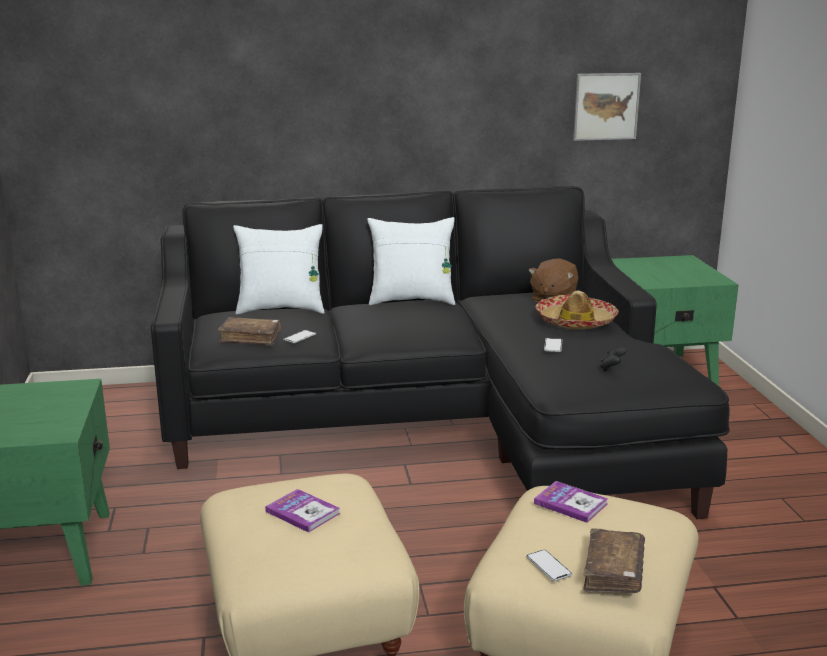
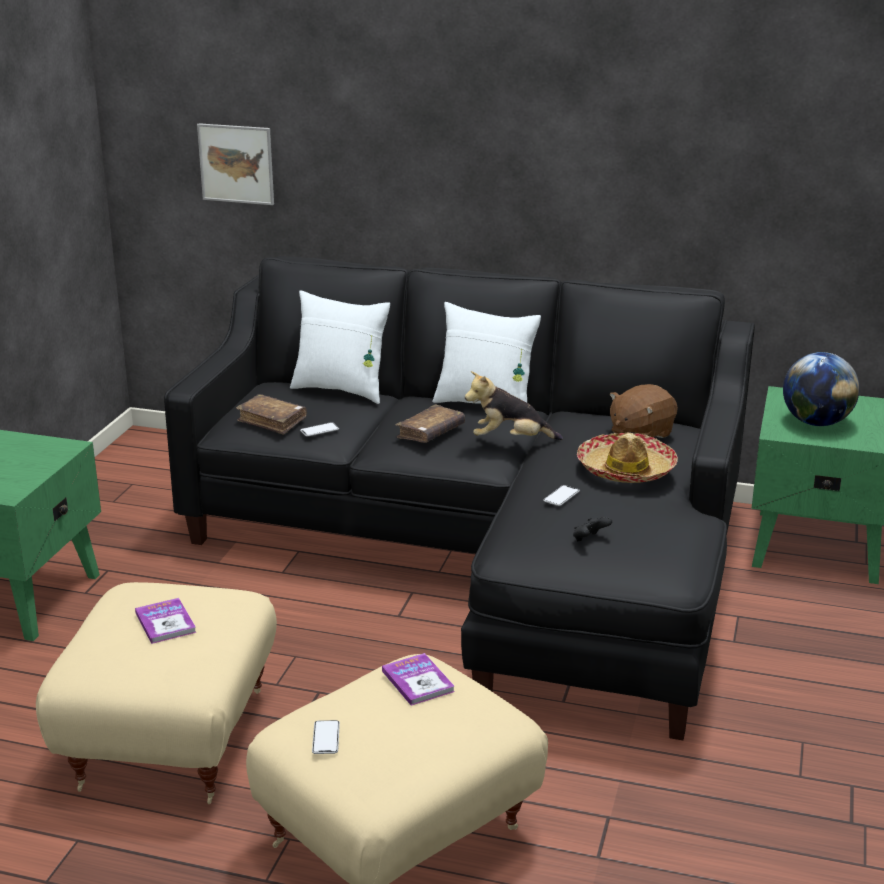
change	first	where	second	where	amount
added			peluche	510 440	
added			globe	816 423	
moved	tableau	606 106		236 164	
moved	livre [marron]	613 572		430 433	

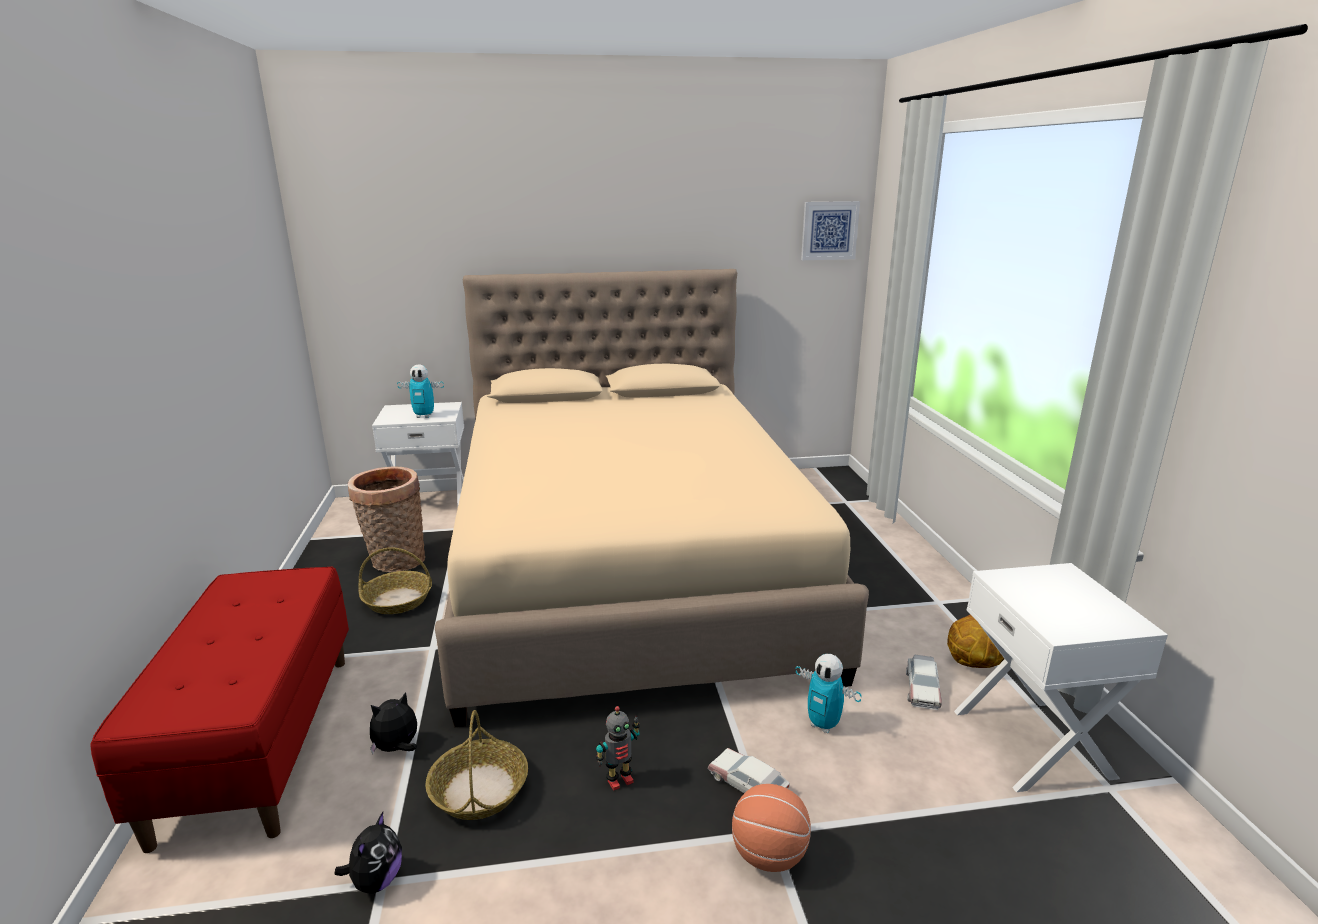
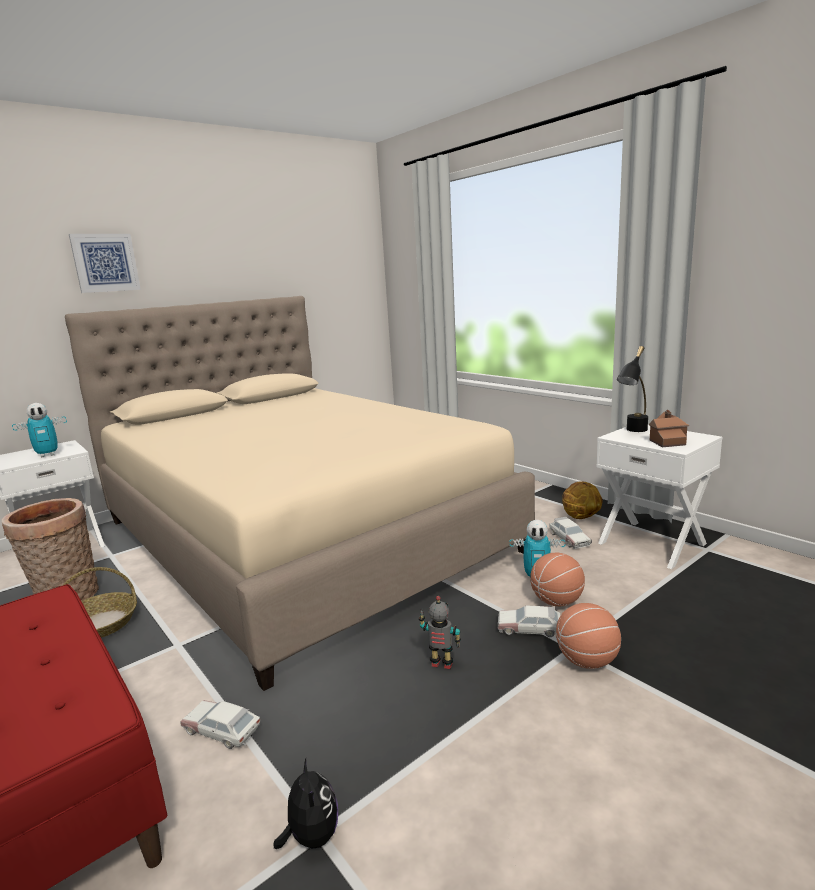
change	first	where	second	where	amount
removed	panier	479 789			
added			ballon de basket	557 601	
added			lampe de table [noir]	633 431	
added			maison miniature	666 440	
moved	tableau	829 230		105 263	
replaced	peluche	397 748	petite voiture	222 730	
turned	robot jouet	619 780		441 665	105 degrees counterclockwise

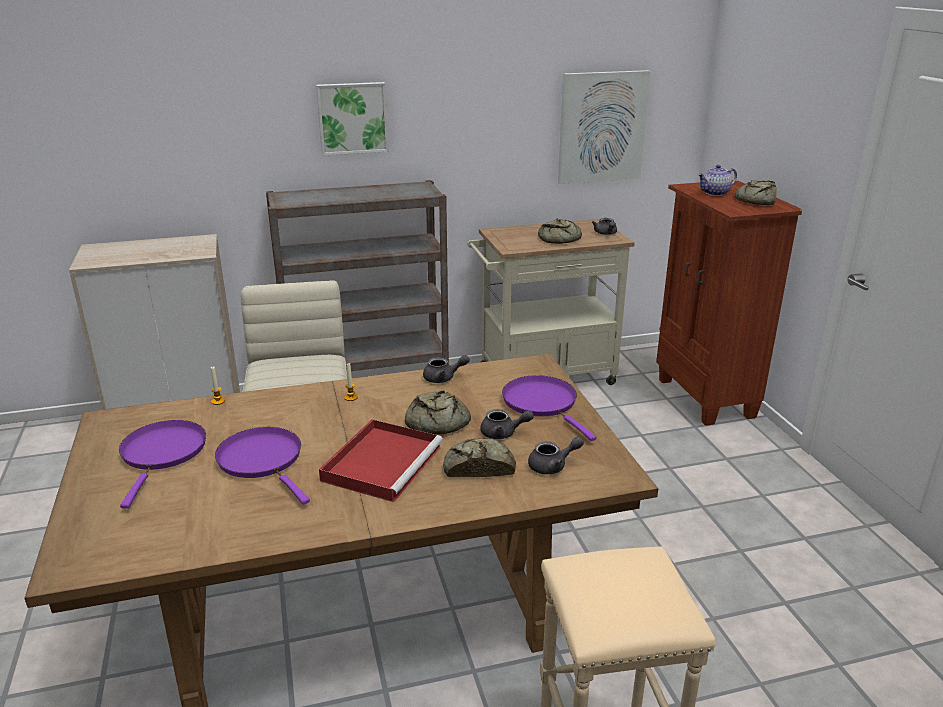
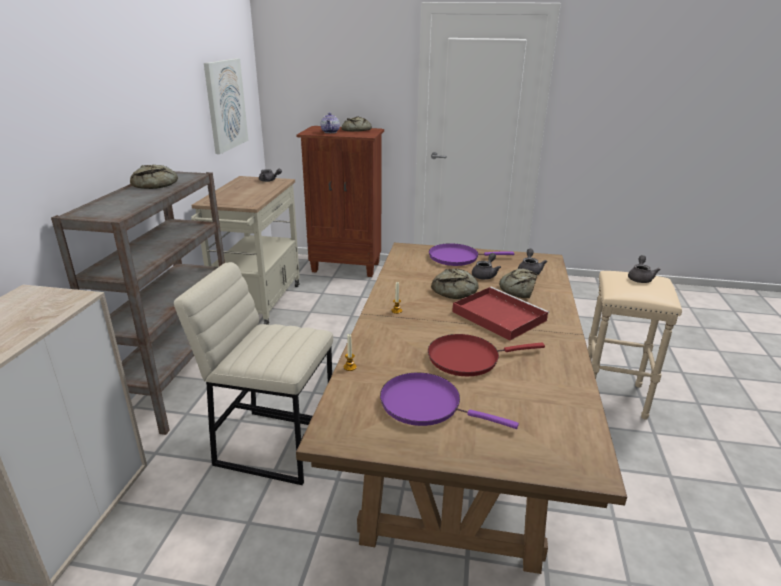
change	first	where	second	where	amount
removed	tableau	352 118			
moved	théière [gris]	443 378		640 278	
moved	pain	560 239		157 184	
recoloured	poêle [violet]	263 460	poêle [rouge]	468 358	

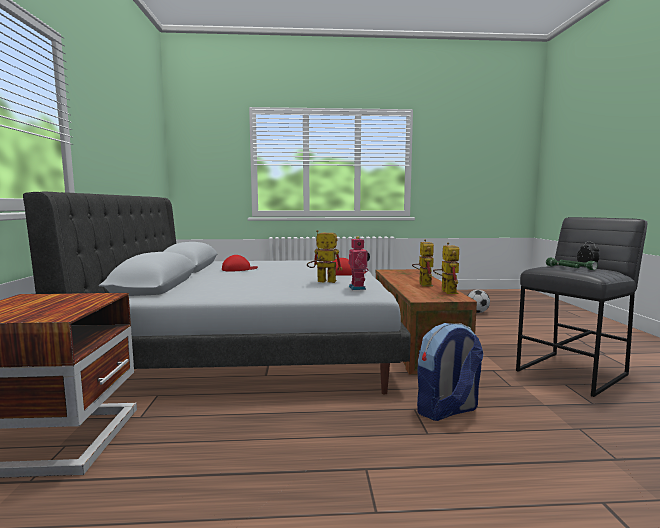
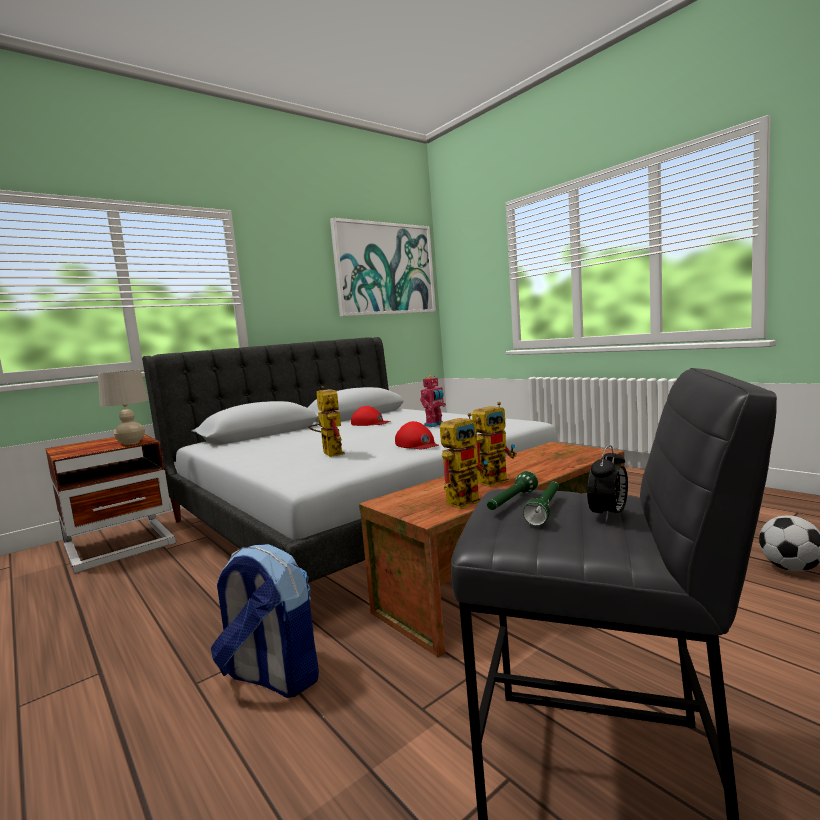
change	first	where	second	where	amount
added			lampe de table [beige]	131 443	
added			tableau	385 269	
moved	robot jouet	358 288		435 425	

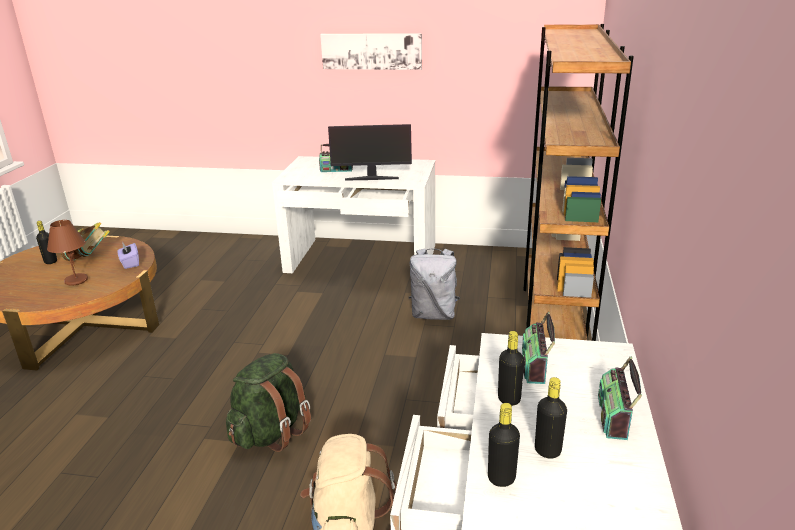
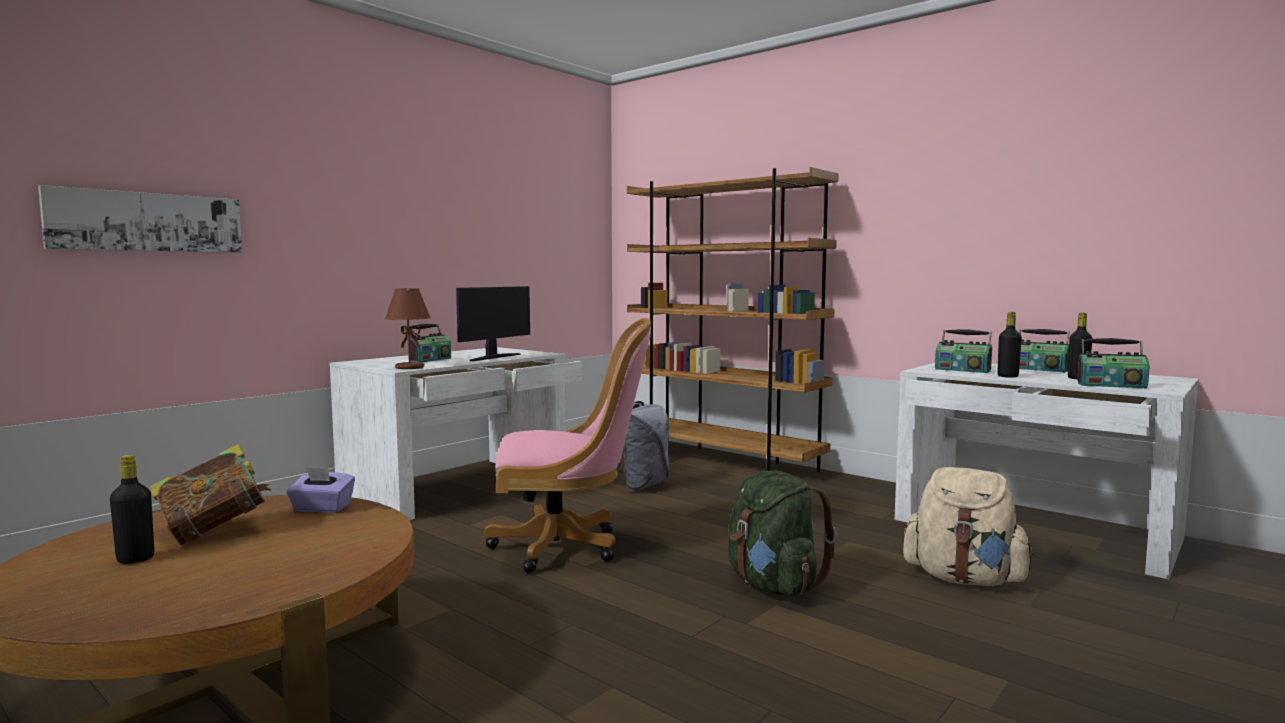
change	first	where	second	where	amount
added			chaise de bureau [rose]	568 547	
moved	lampe de table [marron]	75 280		409 367	
moved	tableau	371 51		147 222	
replaced	bouteille [noir]	501 478	radio	1111 385	

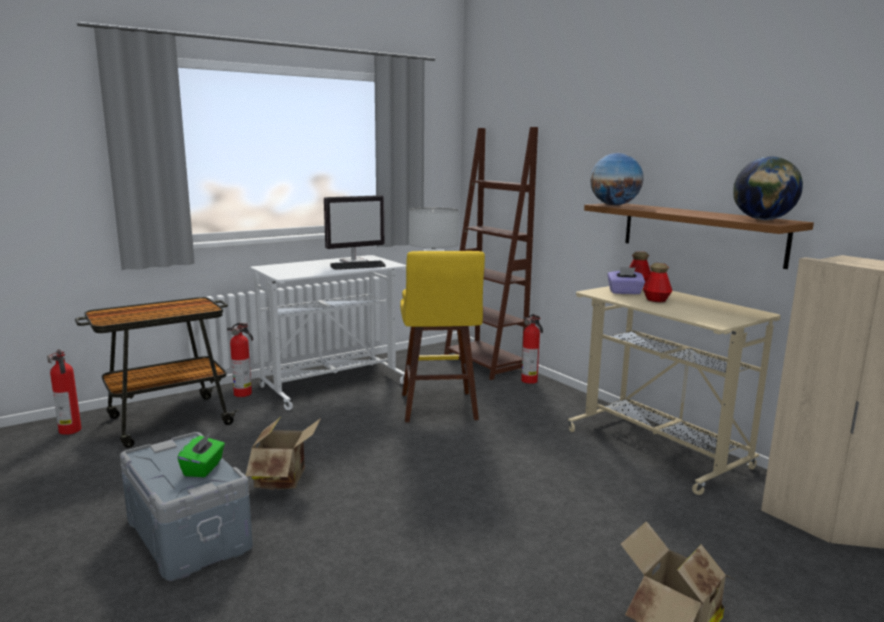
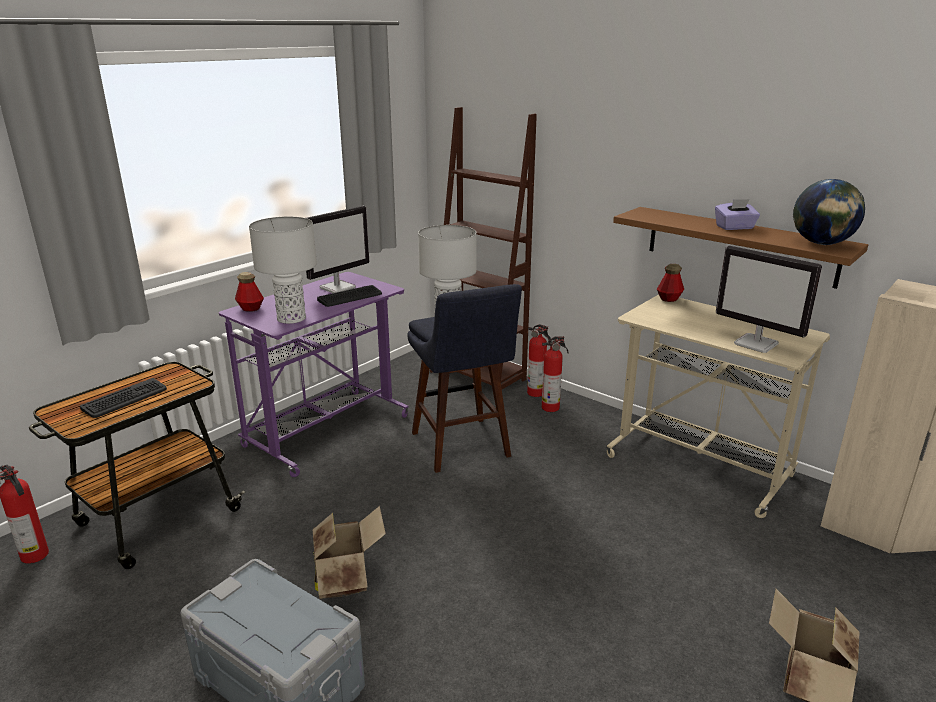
change	first	where	second	where	amount
removed	boîte à mouchoirs [vert]	203 468			
removed	globe	614 205			
added			clavier	125 399	
added			lampe de table [blanc]	291 318	
added			écran d'ordinateur	757 344	
moved	extincteur	244 394		551 407	
moved	boîte à mouchoirs [violet]	625 292		735 227	
moved	bouteille	656 300		250 308	
recoloured	bureau [blanc]	333 385	bureau [violet]	327 430	
recoloured	tabouret [jaune]	439 409	tabouret [bleu]	462 448	

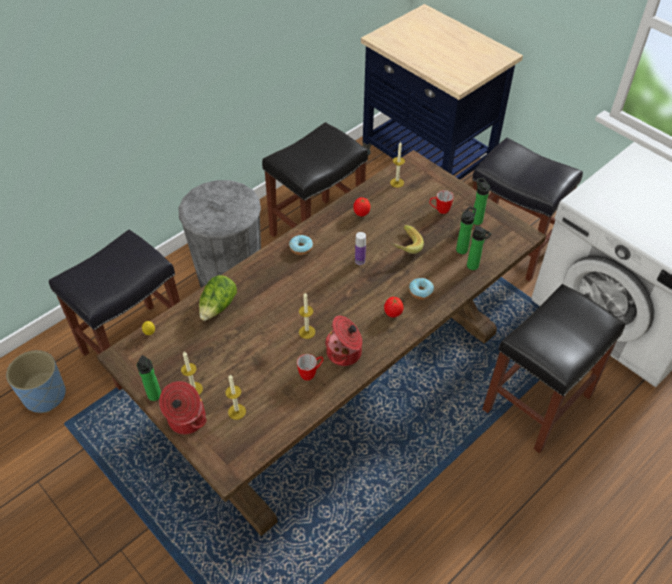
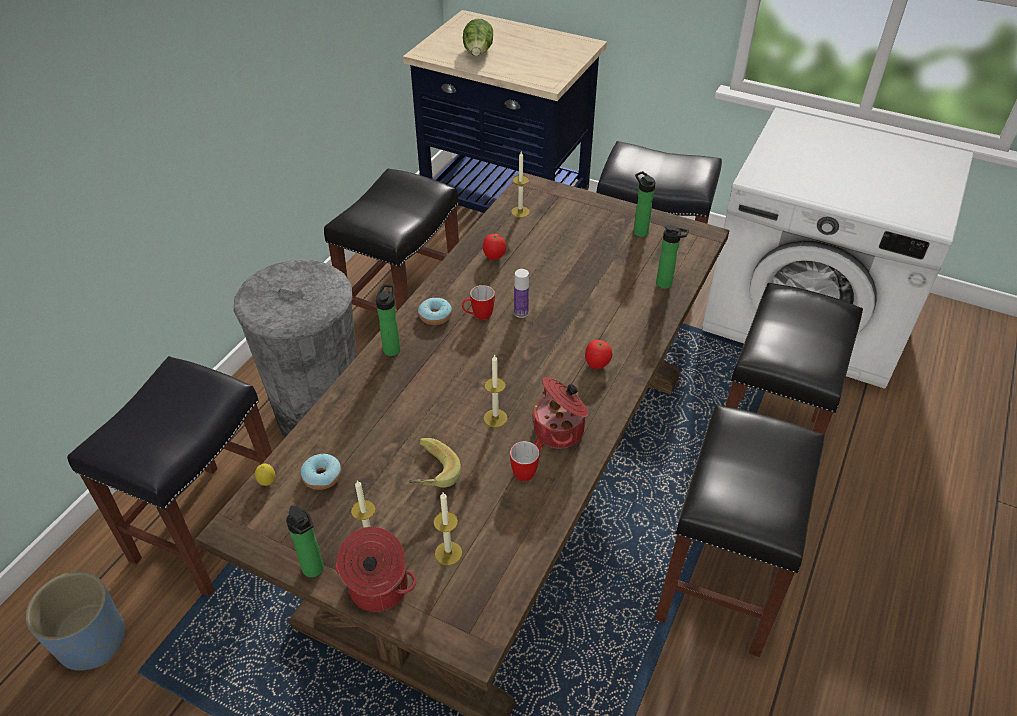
change	first	where	second	where	amount
added			tabouret [noir]	721 583	
moved	laitue	218 307		478 53	
moved	banane	403 246		428 476	
moved	beignet	421 292		322 476	
moved	mug	439 210		478 316	
moved	bouteille	462 248		392 348	

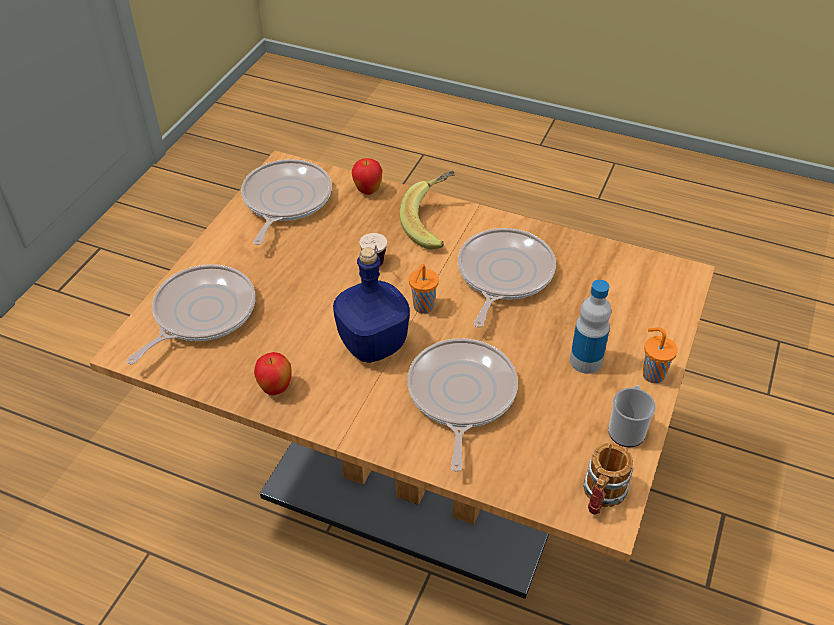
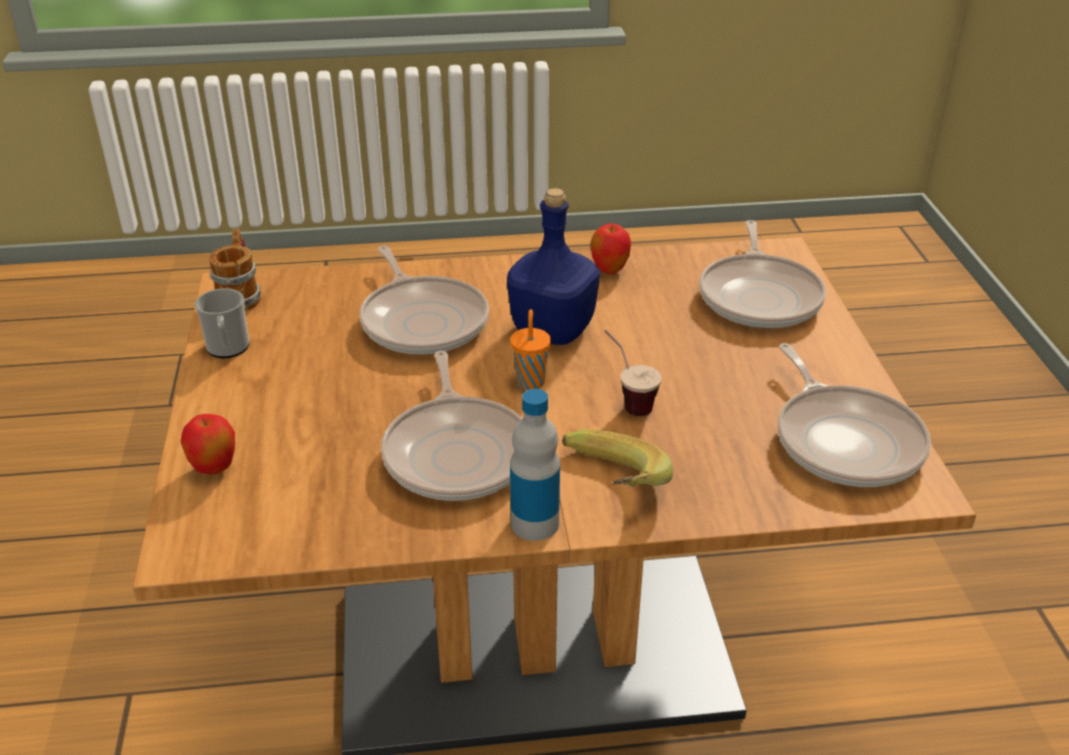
change	first	where	second	where	amount
removed	tasse [orange]	652 374			
moved	pomme	368 191		214 469	
moved	bouteille	586 361		535 523	

